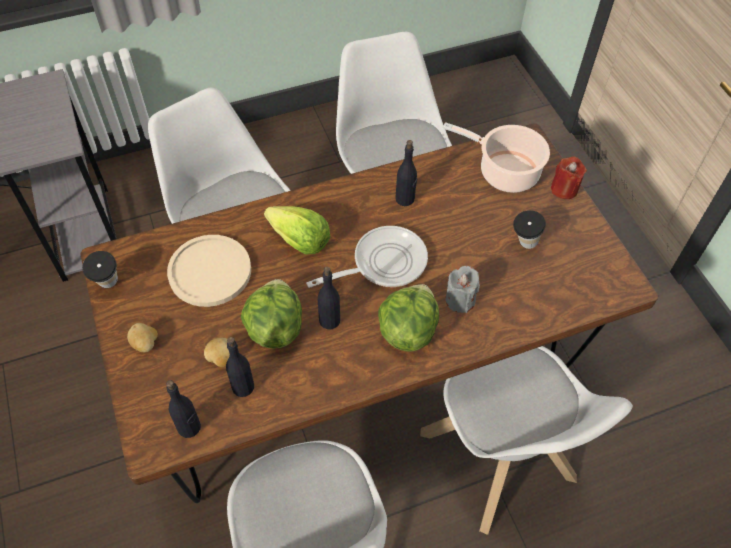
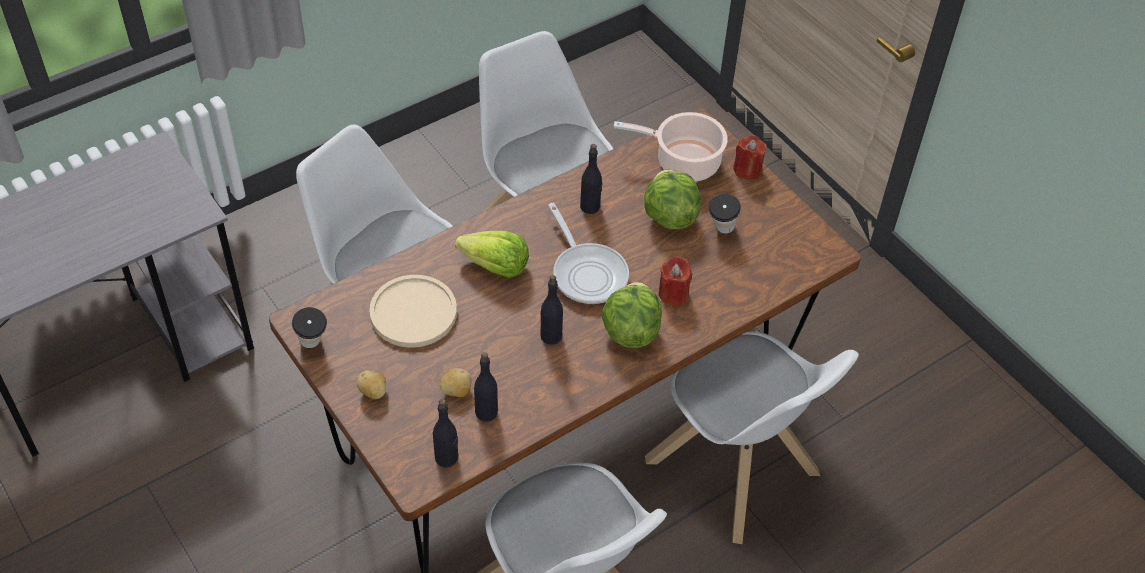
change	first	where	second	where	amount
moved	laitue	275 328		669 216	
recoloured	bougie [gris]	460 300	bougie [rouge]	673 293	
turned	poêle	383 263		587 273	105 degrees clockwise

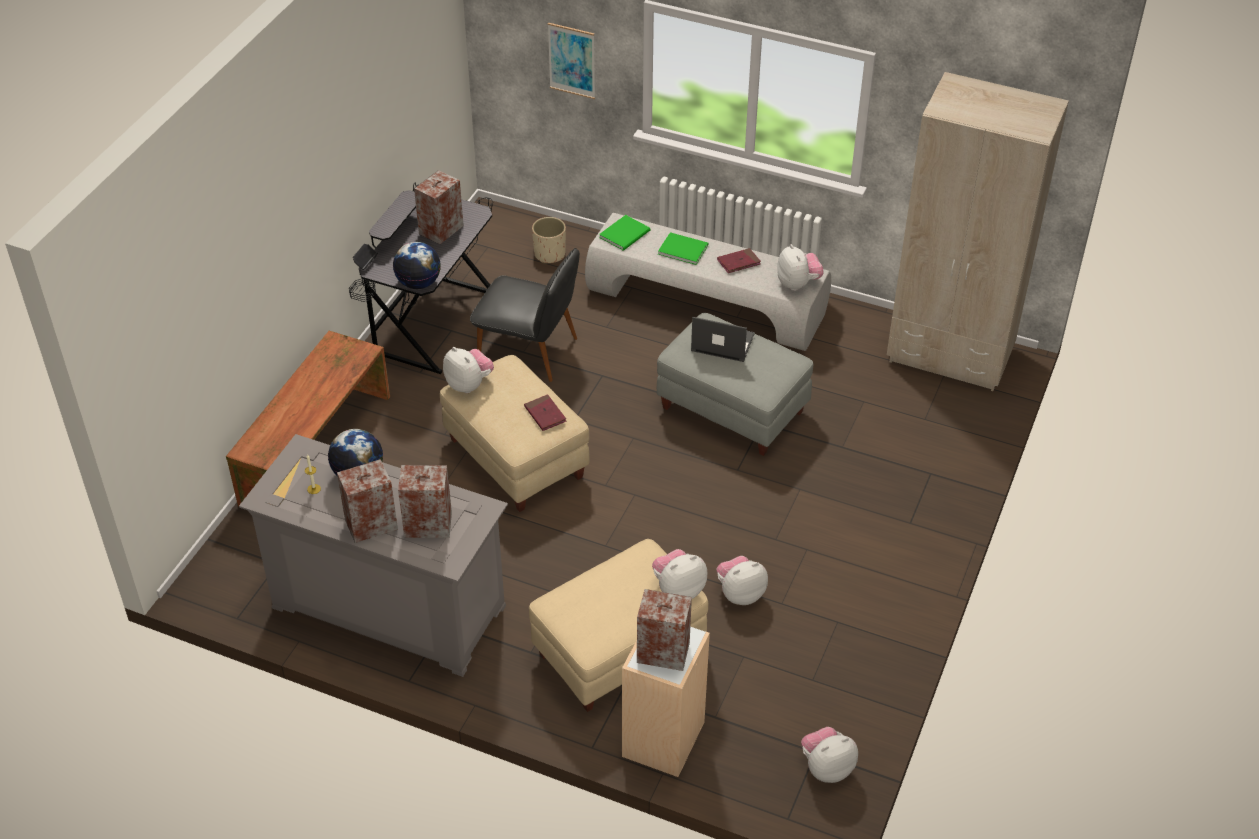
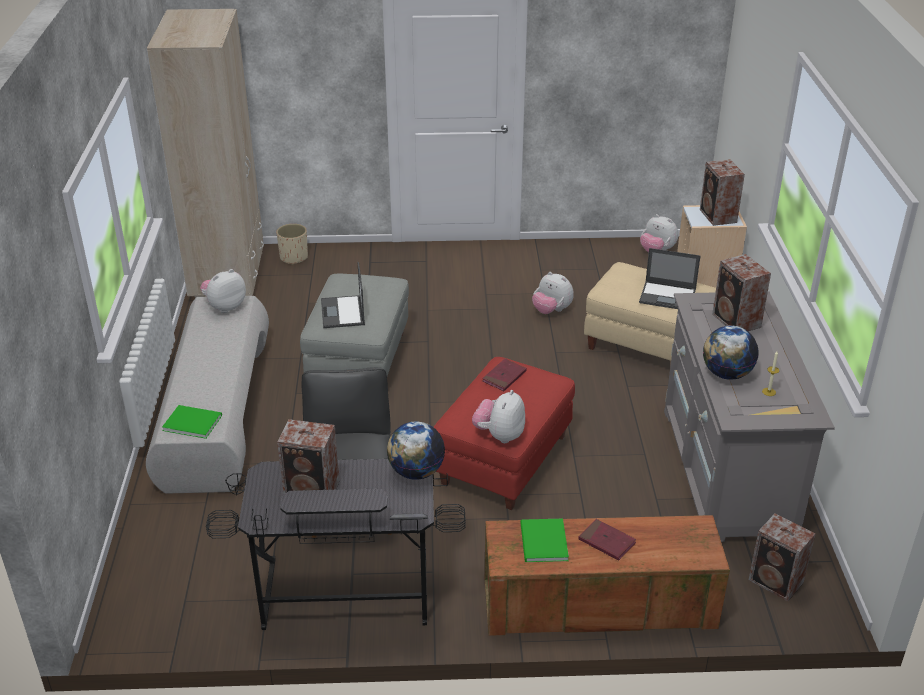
change	first	where	second	where	amount
removed	tableau	572 60			
removed	peluche	678 589			
added			ordinateur portable	668 296	
moved	enceinte	369 524		777 582	
moved	cache-pot [beige]	550 254		294 257	
moved	livre [vert]	682 248		542 543	
moved	livre [rouge]	738 262		607 542	
recoloured	pouf [beige]	515 459	pouf [rouge]	505 460	

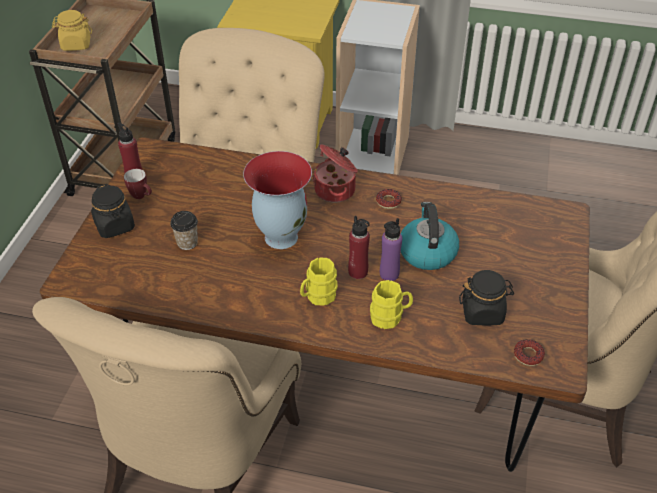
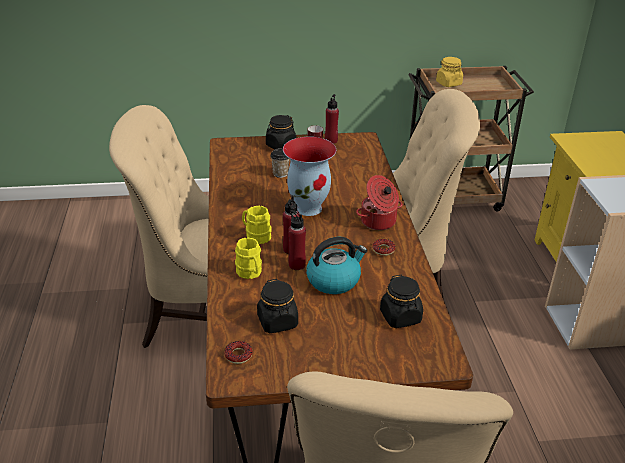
change	first	where	second	where	amount
added			bocal [noir]	400 317	
recoloured	bouteille [violet]	389 274	bouteille [rouge]	297 265	

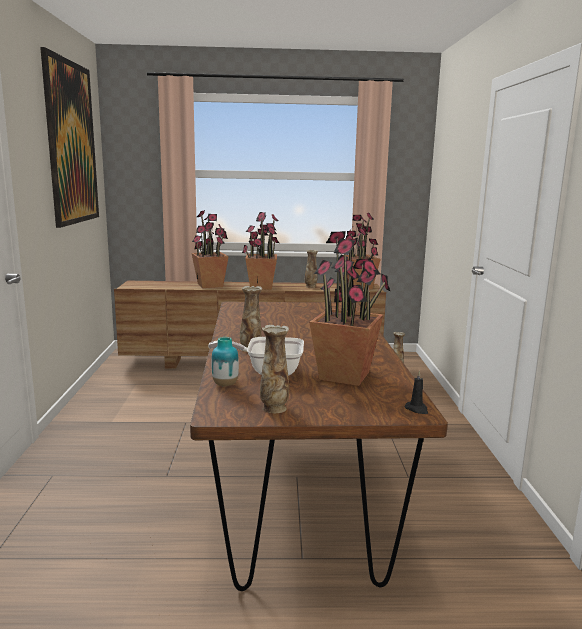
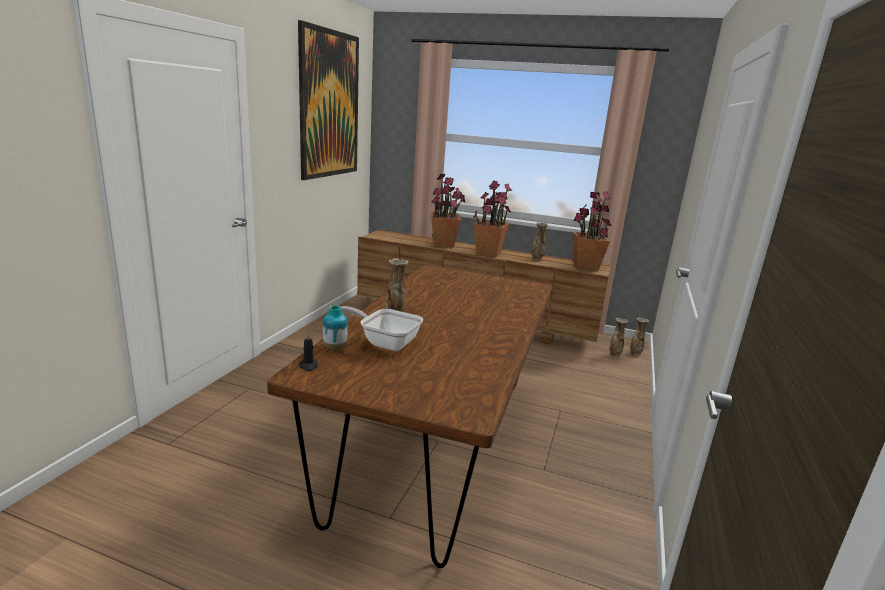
change	first	where	second	where	amount
removed	plante en pot	345 376			
moved	vase	274 408		635 353	
moved	bougie [noir]	417 409		308 366	

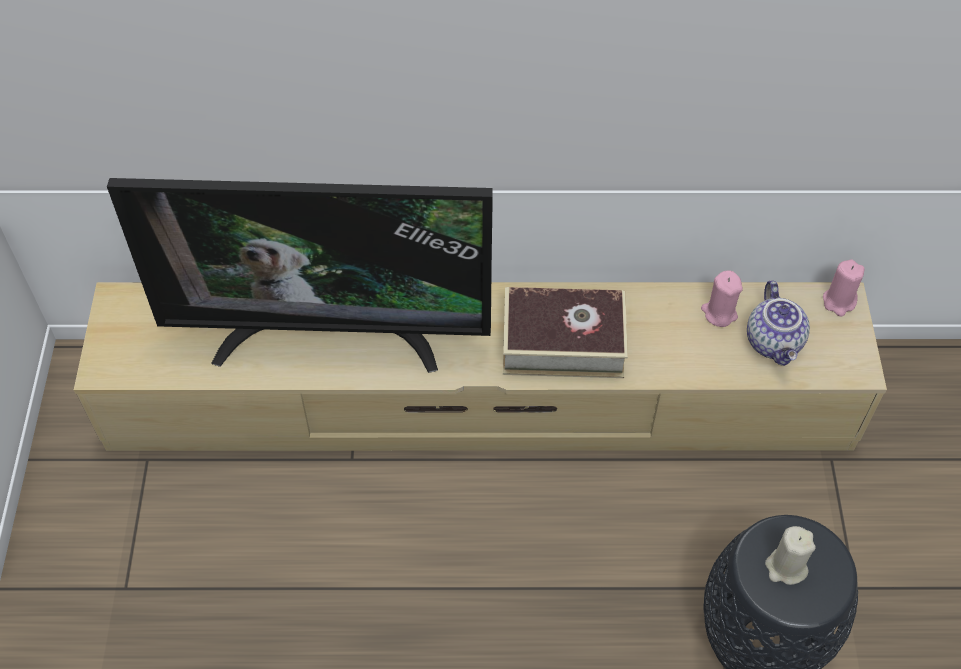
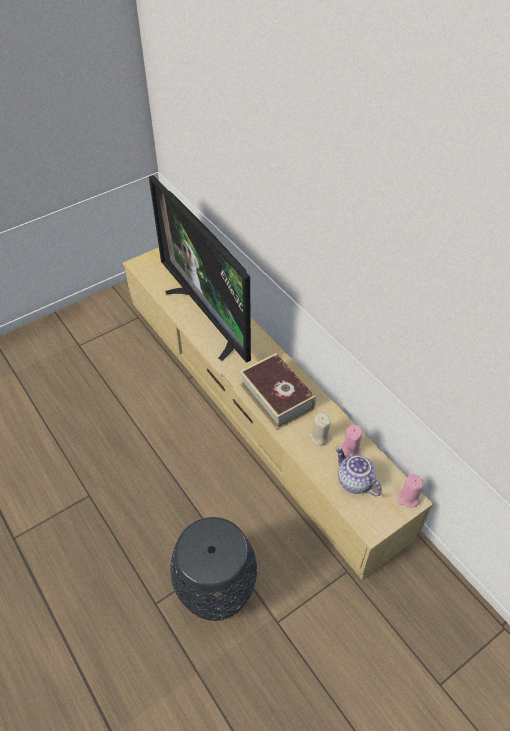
change	first	where	second	where	amount
moved	bougie [beige]	785 567		319 437	
turned	théière	775 342		354 482	90 degrees clockwise

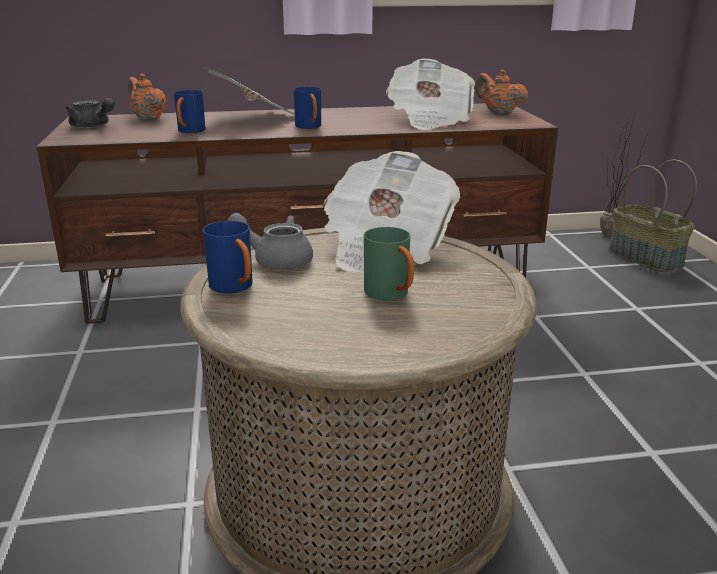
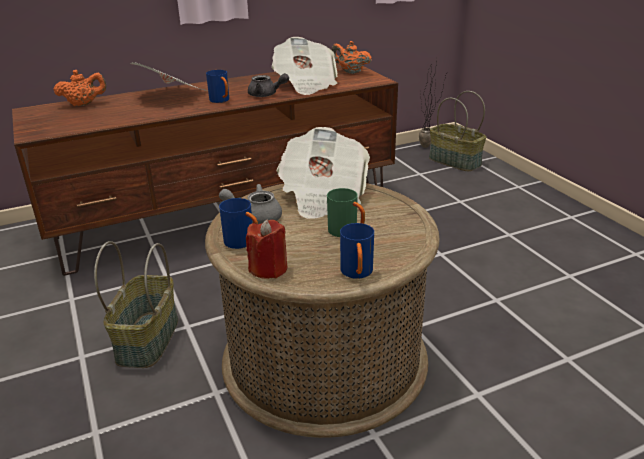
change	first	where	second	where	amount
added			panier	147 339	
added			bougie [rouge]	268 269	
moved	théière [gris]	92 126		266 95	
moved	mug [bleu]	189 131		357 274	
turned	théière [orange]	148 118		84 104	135 degrees clockwise

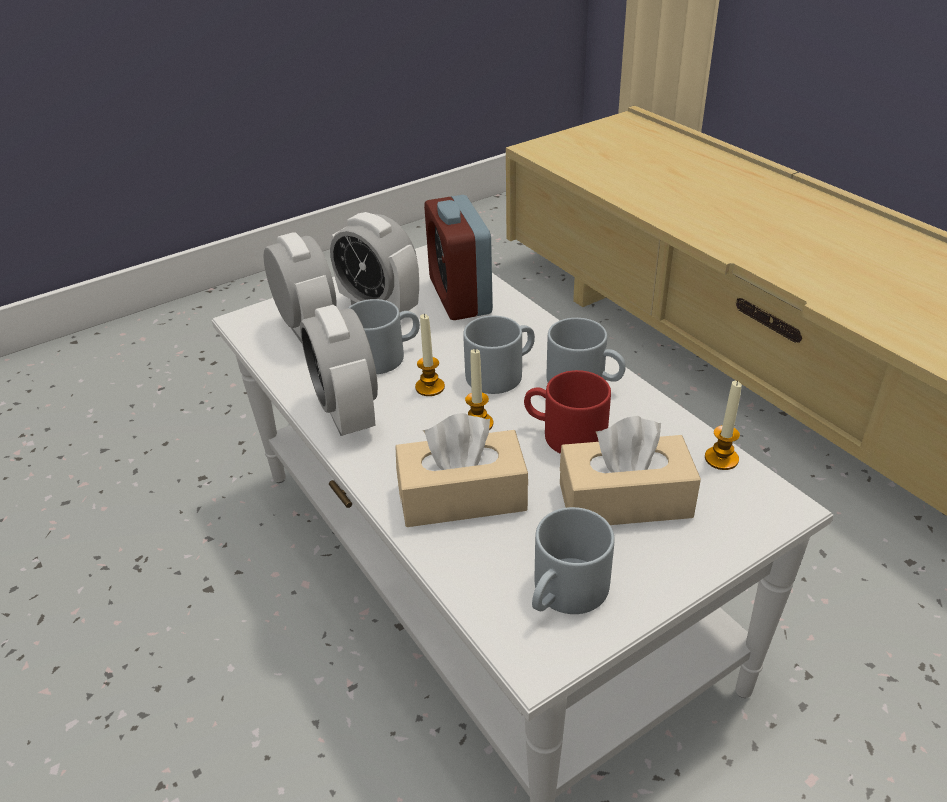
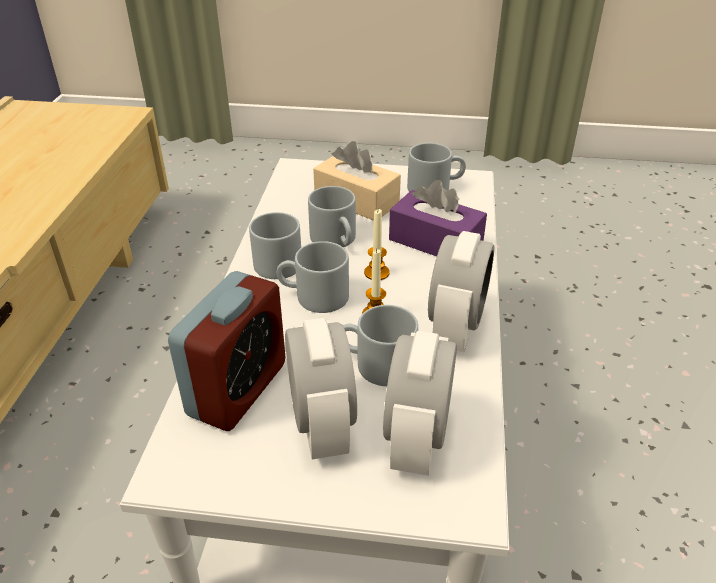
change	first	where	second	where	amount
removed	bougie	721 459			
recoloured	boîte à mouchoirs [beige]	462 496	boîte à mouchoirs [violet]	435 242	
recoloured	mug [rouge]	564 435	mug [gris]	337 240	

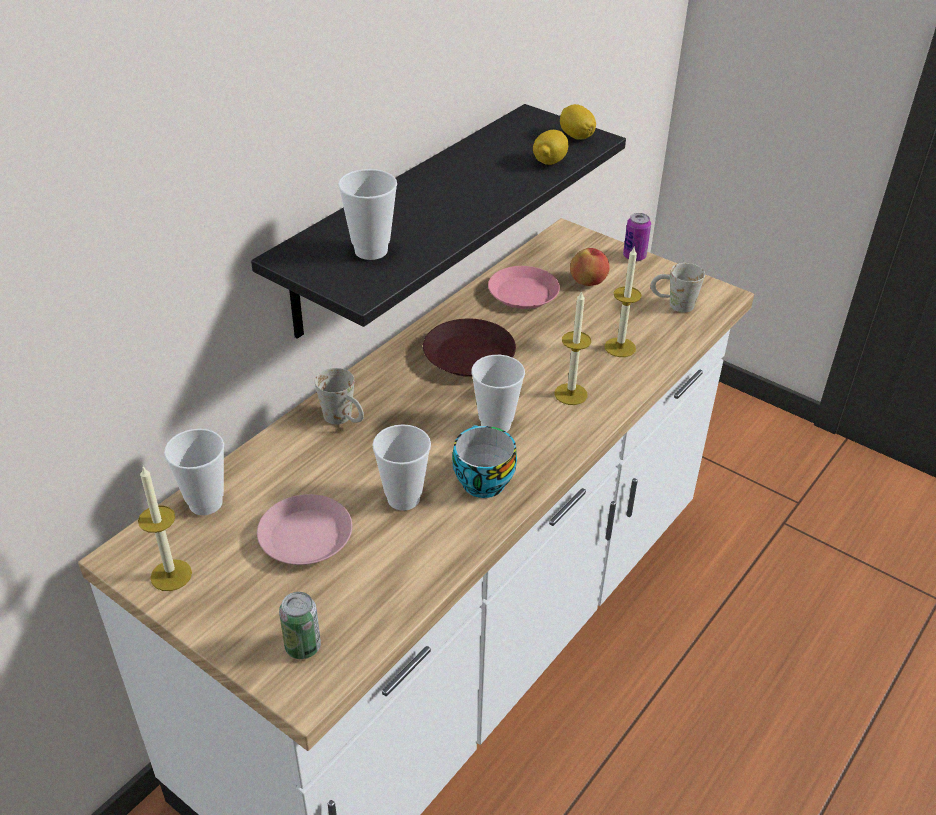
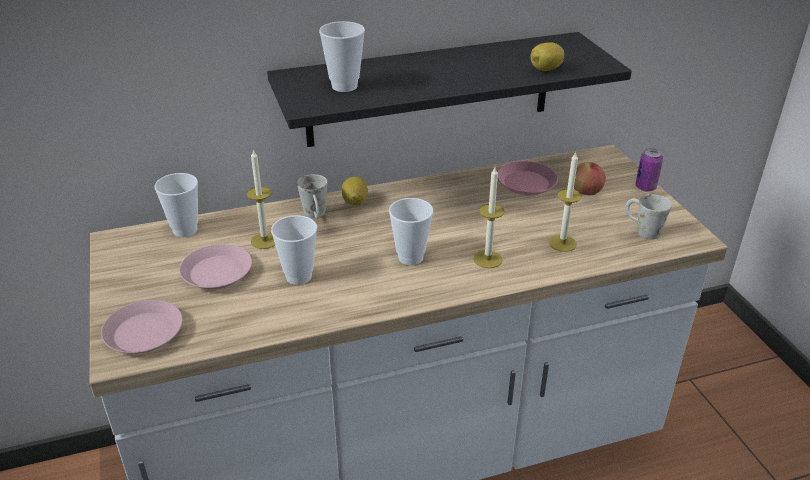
change	first	where	second	where	amount
removed	assiette [marron]	469 355			
removed	tasse	480 480			
moved	bougie	171 575		265 240	
moved	citron	576 136		355 202	
replaced	boîte métallique	303 646	assiette [rose]	144 332	

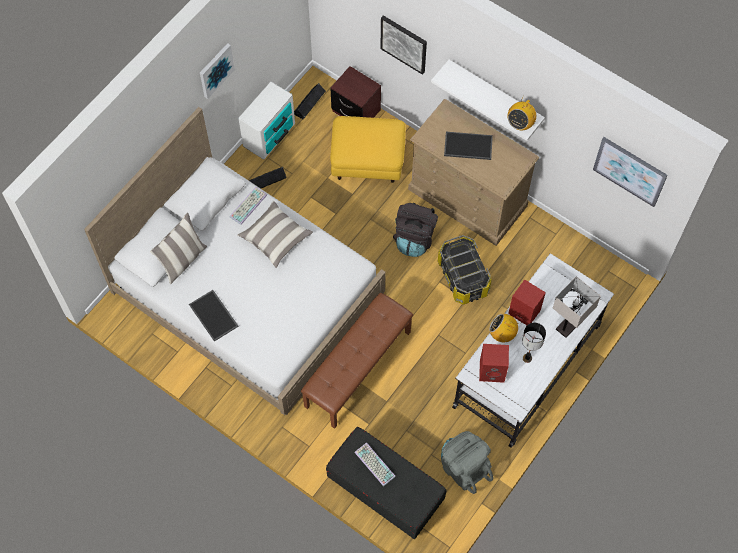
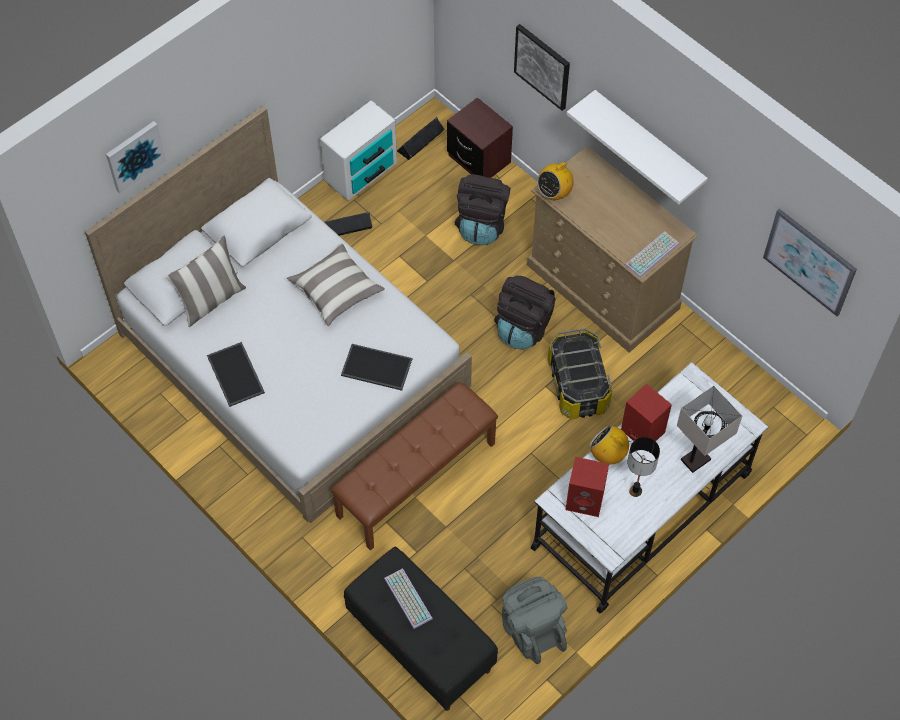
change	first	where	second	where	amount
moved	tableau	215 70		134 155	
moved	clavier	248 205		652 253	
moved	plateau	467 146		375 368	
moved	radio	520 124		554 193	
replaced	pouf [jaune]	368 162	sac à dos [noir]	482 224	

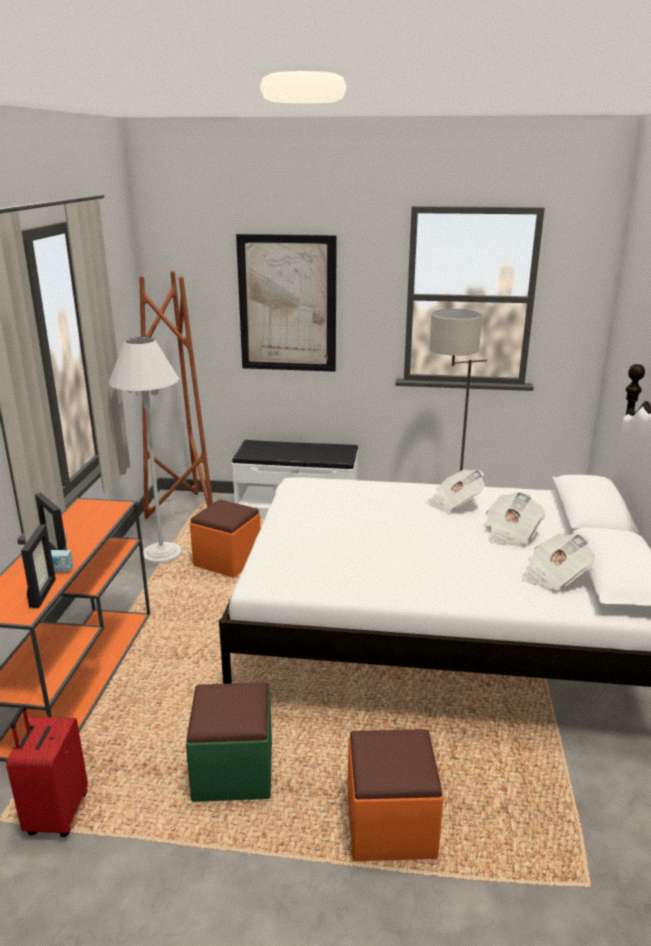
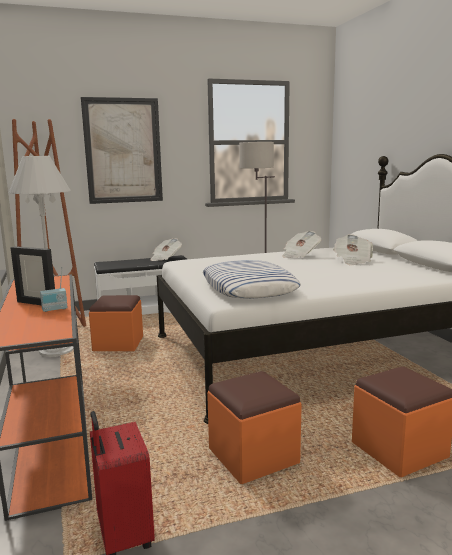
change	first	where	second	where	amount
removed	cadre photo	43 593			
added			coussin	249 288	
moved	journal	554 577		165 258	
recoloured	pouf [vert]	233 771	pouf [orange]	253 456	

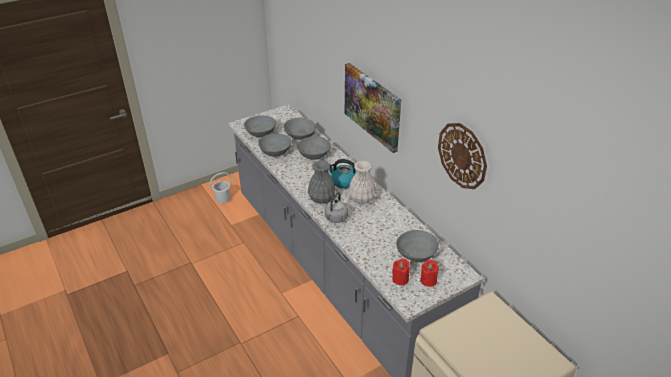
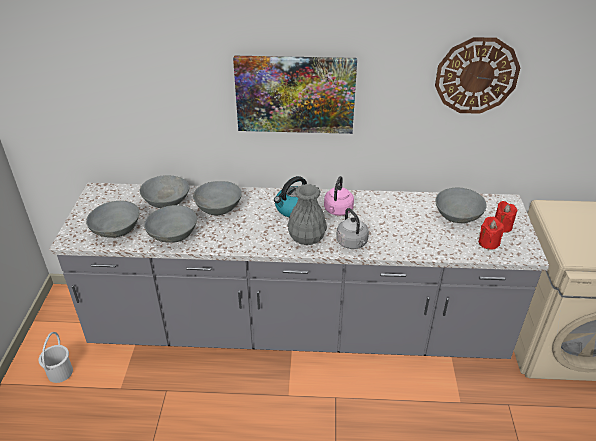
change	first	where	second	where	amount
replaced	vase [blanc]	361 199	bouilloire [rose]	337 211	

